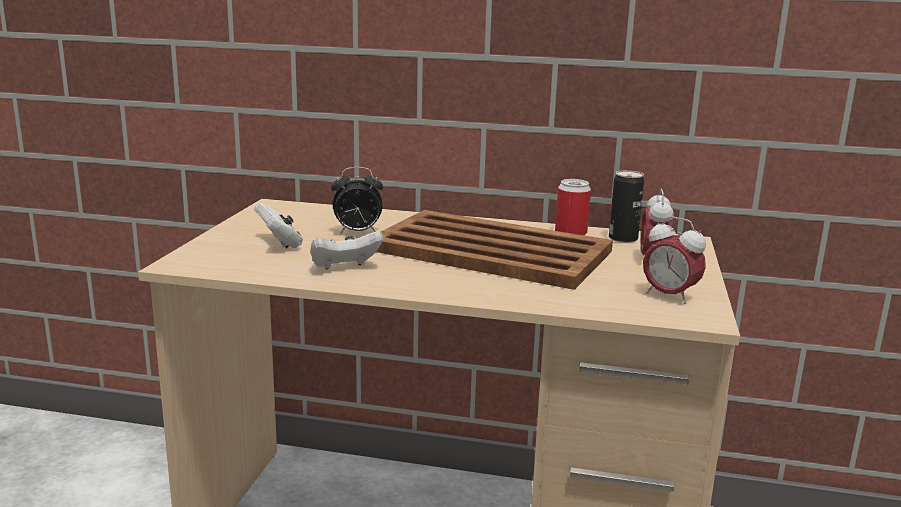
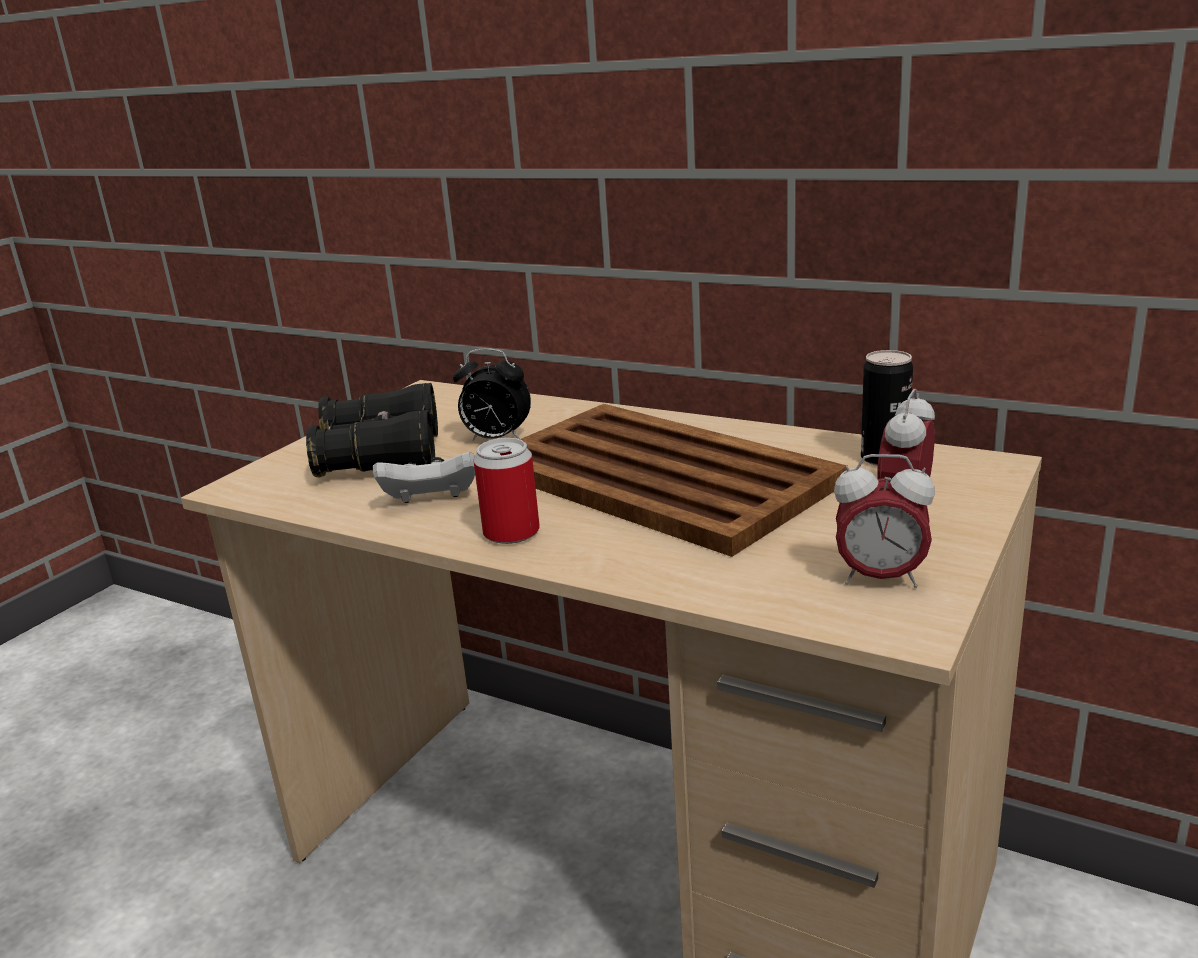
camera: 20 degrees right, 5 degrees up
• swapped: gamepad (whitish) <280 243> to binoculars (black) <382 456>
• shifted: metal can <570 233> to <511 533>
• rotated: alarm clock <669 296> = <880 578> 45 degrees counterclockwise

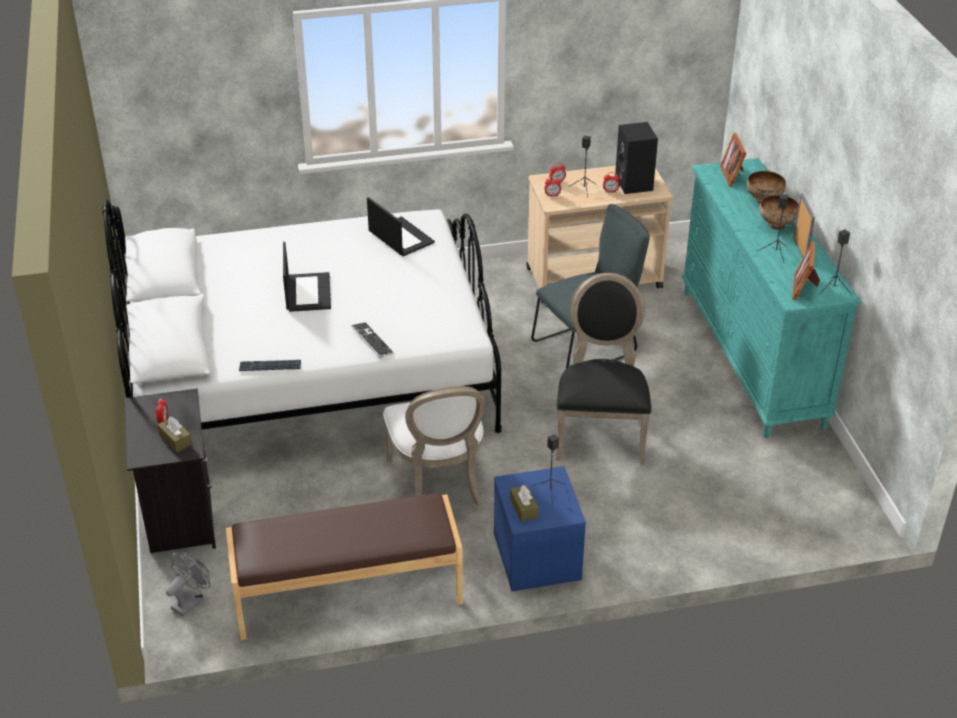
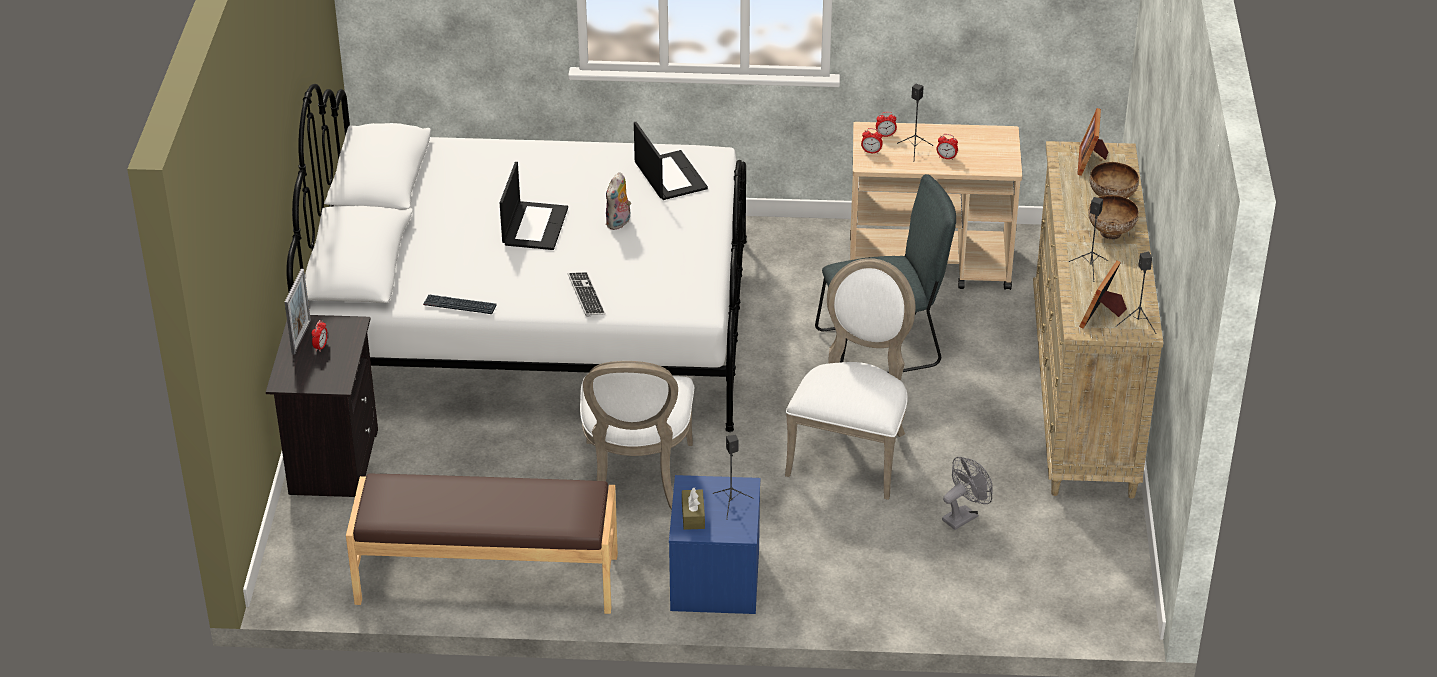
camera: 15 degrees right, 0 degrees up
• gone: box of tissues (brownish) <175 440>
• shifted: fan (grey) <191 601> to <964 516>
• repainted: plain chair (black) <600 431> to plain chair (whitish) <852 452>
• gone: audio speaker (black) <635 184>
• repainted: dresser (turquoise-coloured) <751 358> to dresser (beige-coloured) <1083 396>
• shifted: photo frame <800 250> to <301 337>
• new: soft toy <619 223>

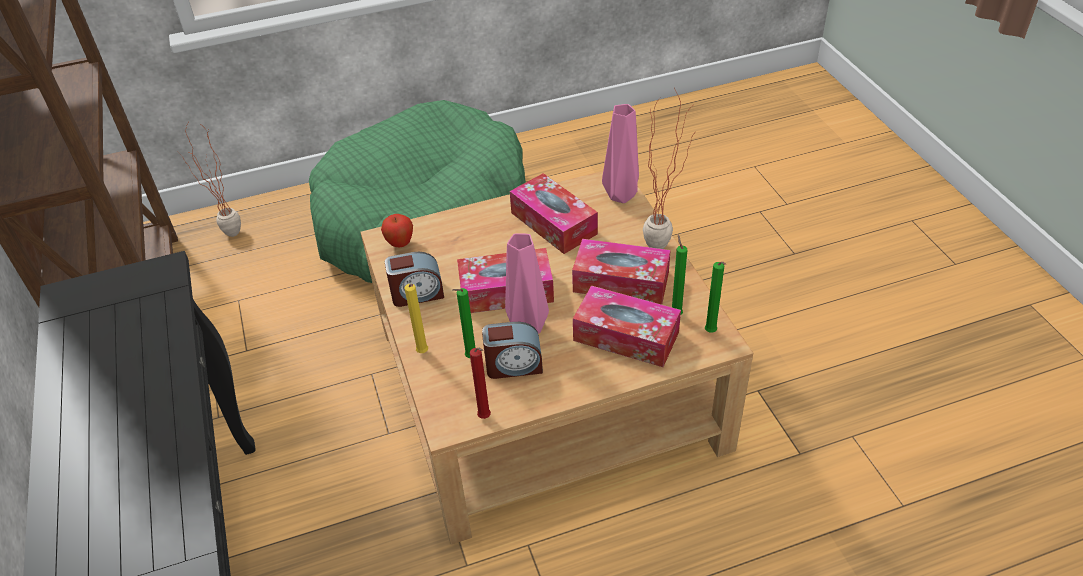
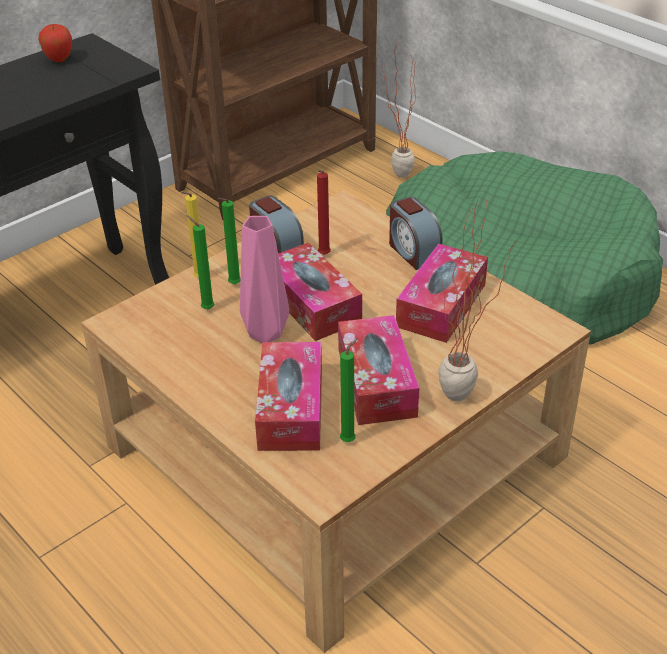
camera: 65 degrees right, 5 degrees down
• shifted: apple <400 244> to <59 60>
• shifted: candle (red) <486 418> to <323 256>
• shifted: alarm clock <514 365> to <413 251>
• gone: flower vase (pink-coloured) <620 197>
• shifted: candle (greenish) <711 333> to <233 285>

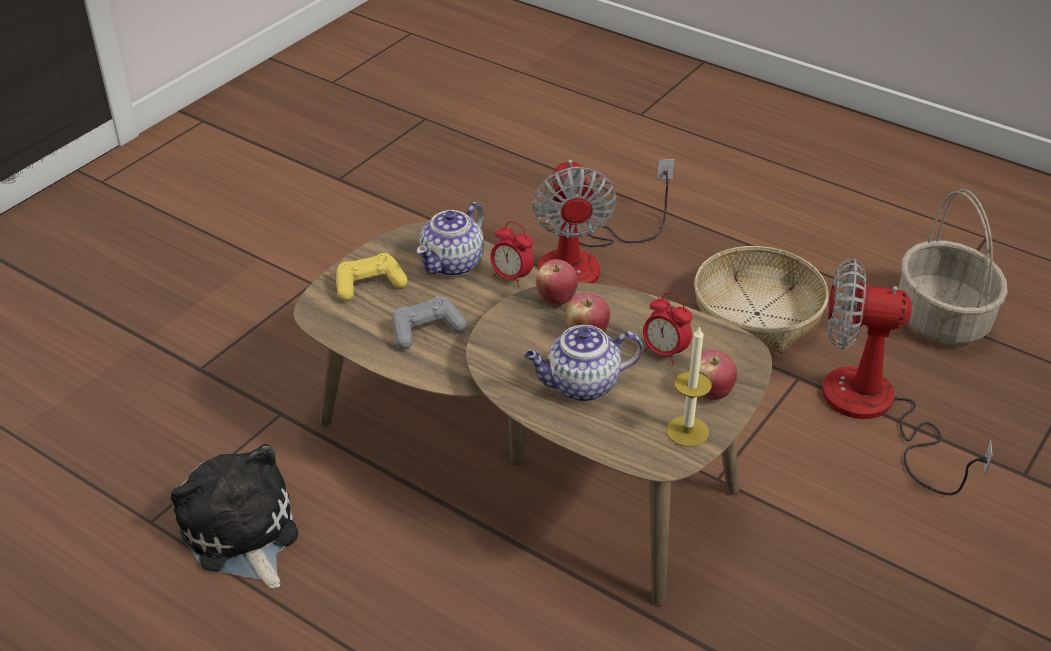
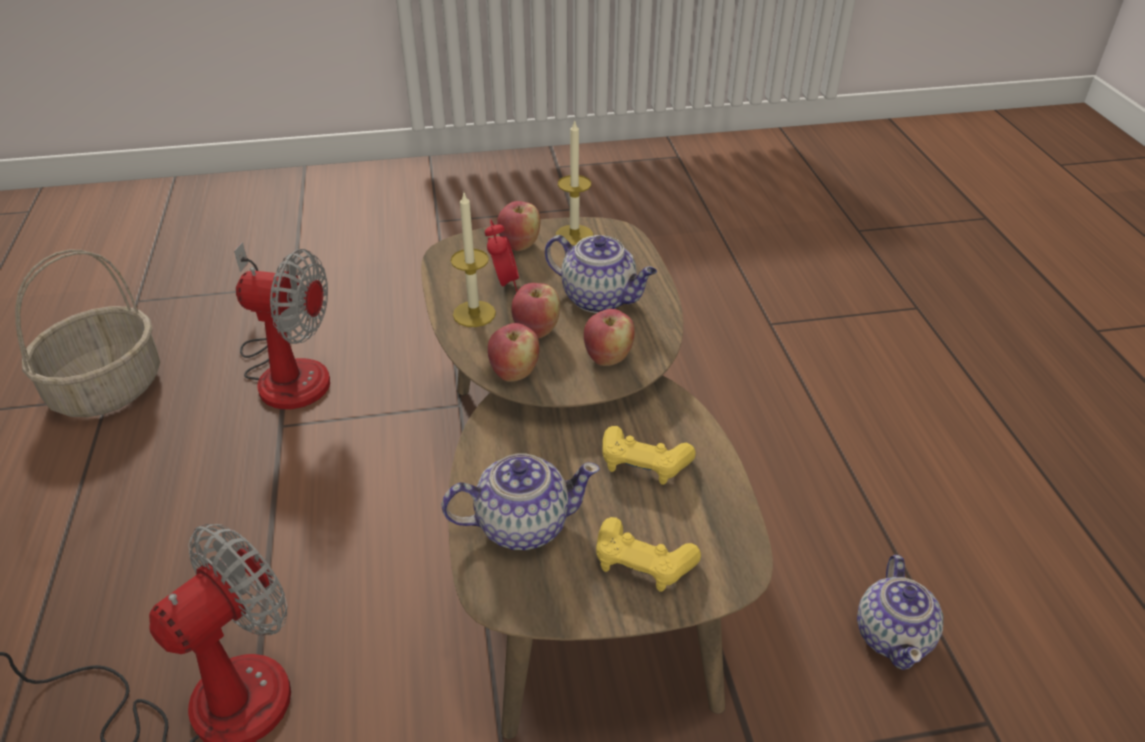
camera: 135 degrees left, 0 degrees up
• swapped: soft toy <241 535> to teapot <893 635>
• repainted: gamepad (grey) <426 330> to gamepad (yellowish) <643 464>
• gone: alarm clock <511 277>
• gone: basket <757 314>
• rotated: fan <875 412> = <288 369> 45 degrees counterclockwise
• new: candle <474 314>
• new: apple <608 357>

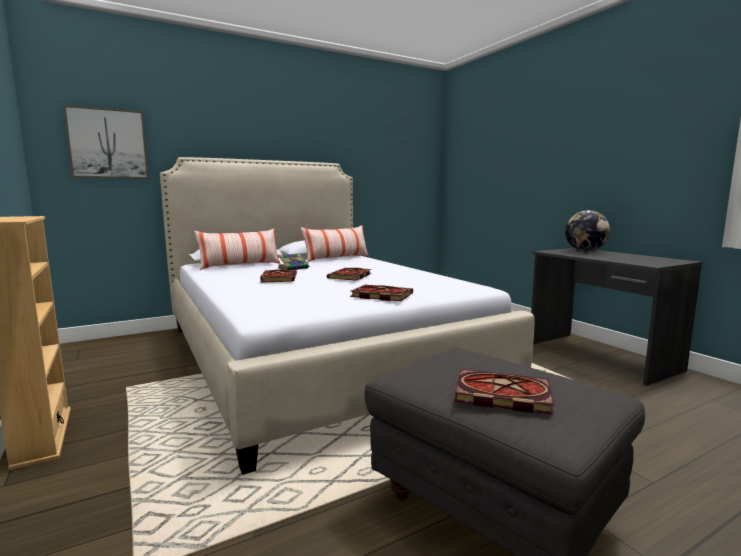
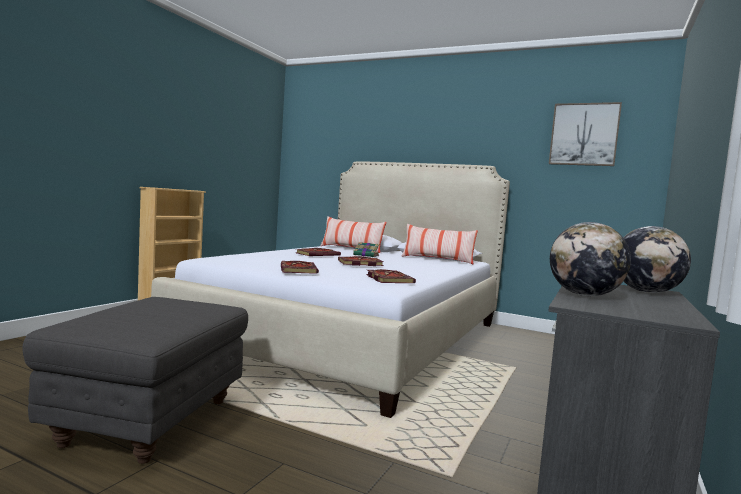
camera: 55 degrees right, 5 degrees down
• shifted: picture <108 144> to <584 134>
• shifted: volume <500 395> to <388 279>
• new: world globe <584 295>

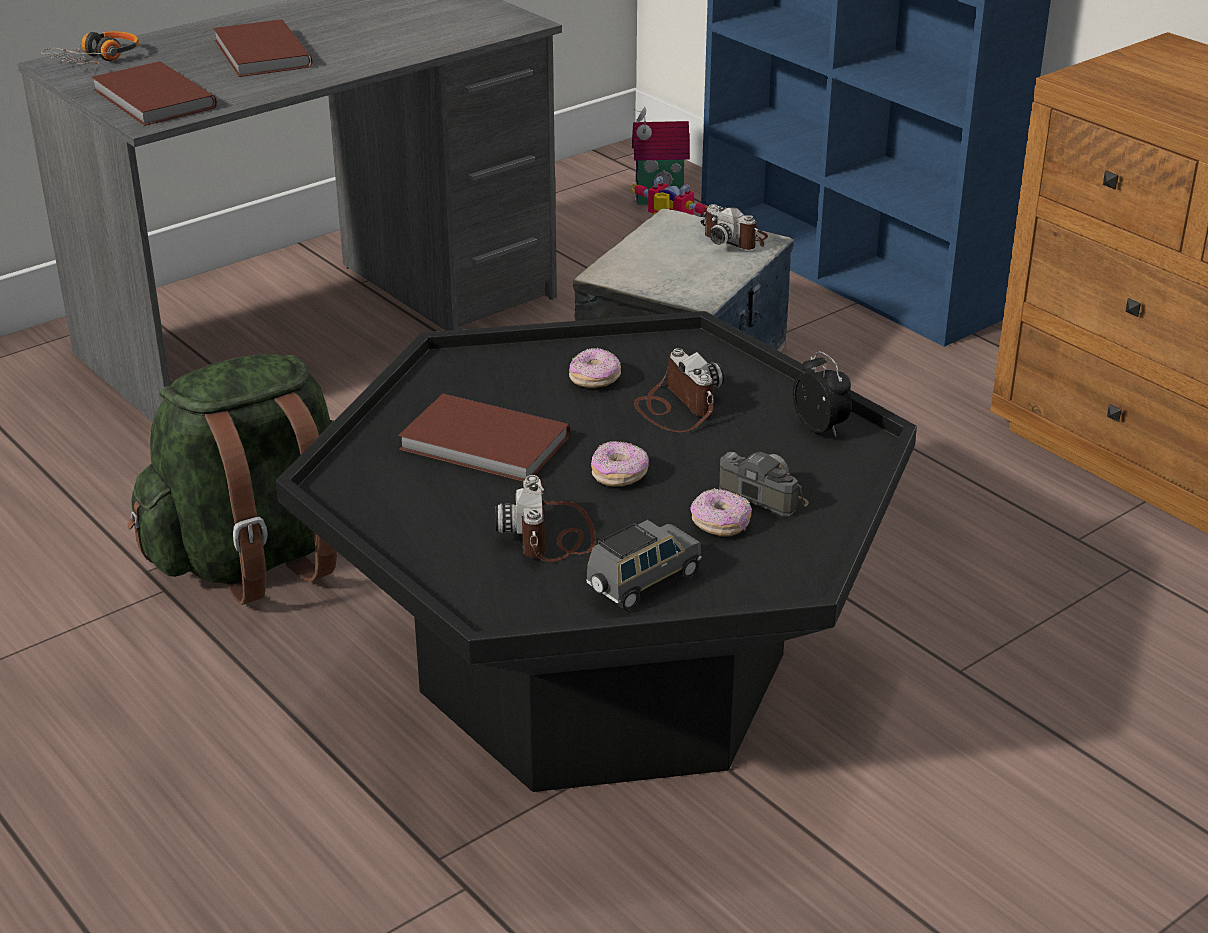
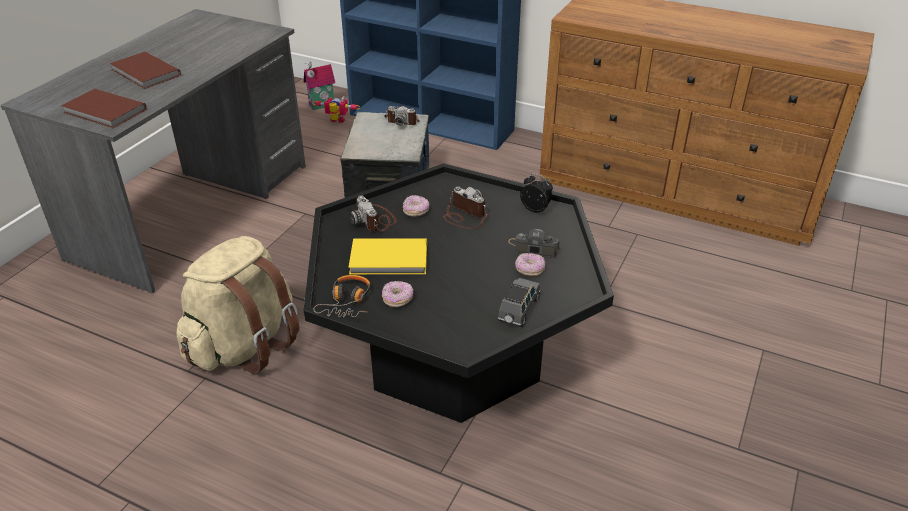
camera: 25 degrees left, 5 degrees up
• shifted: headphones <97 59> to <347 302>
• repainted: rucksack (greenish) <259 558> to rucksack (beige-coloured) <244 345>
• repainted: volume (brownish) <485 445> to volume (yellowish) <390 260>
• shifted: photo camera <552 535> to <375 220>
• shifted: doughnut <619 476> to <397 299>

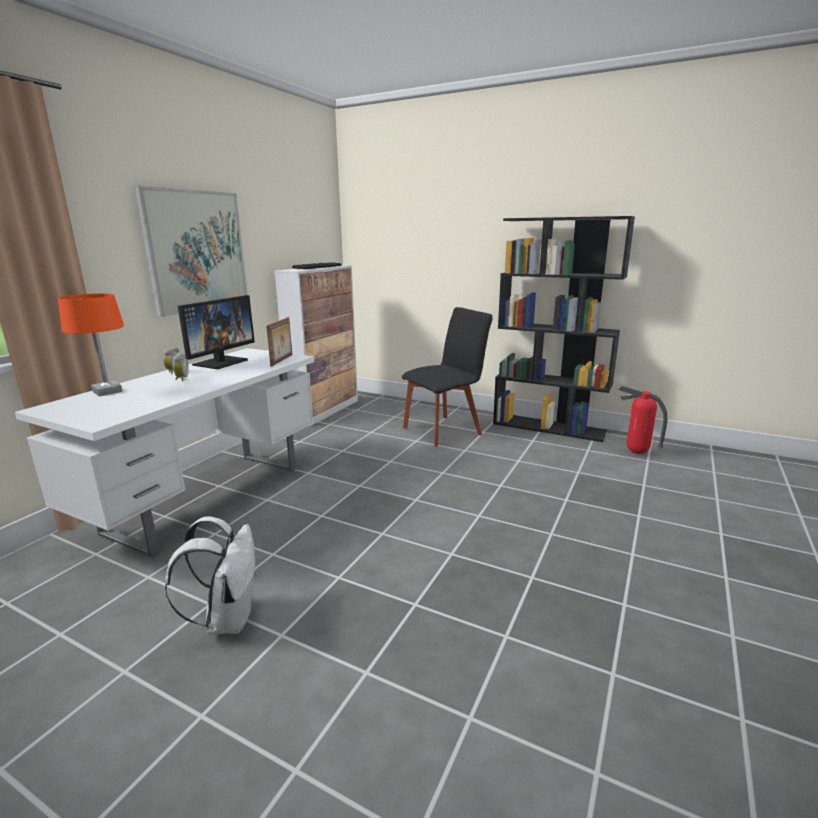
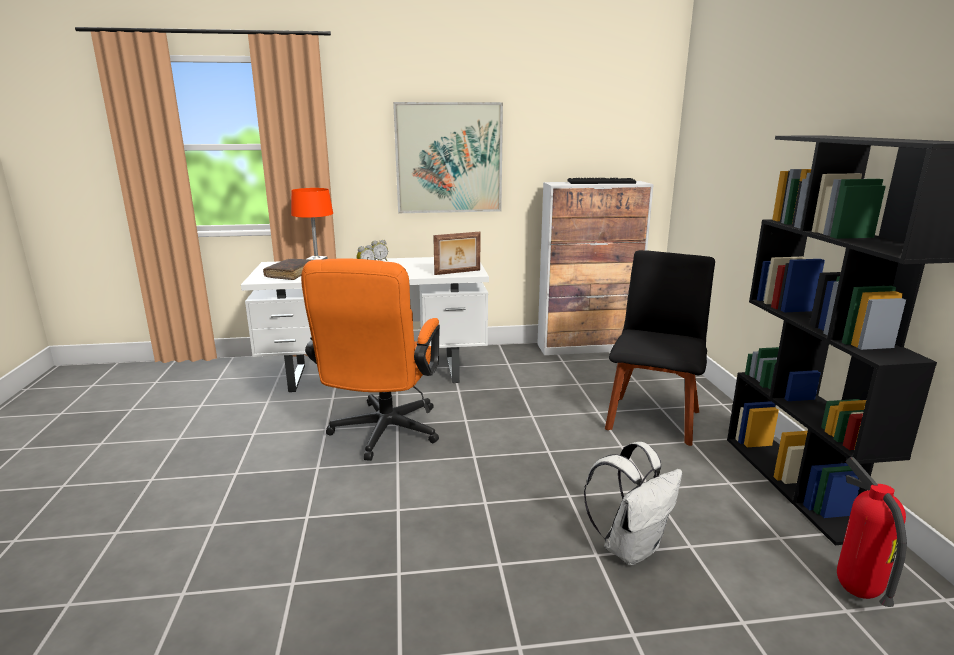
camera: 55 degrees right, 0 degrees up
• shifted: rucksack (whitish) <228 618> to <631 547>
• gone: monitor <221 362>
• rotated: plain chair (black) <445 430> = <652 417> 90 degrees counterclockwise
• new: volume (brownish) <290 274>
• new: desk chair (orange) <382 435>

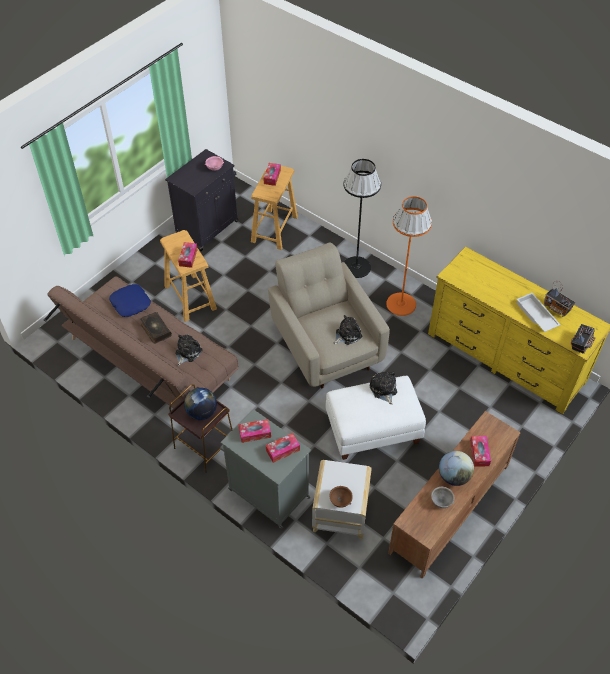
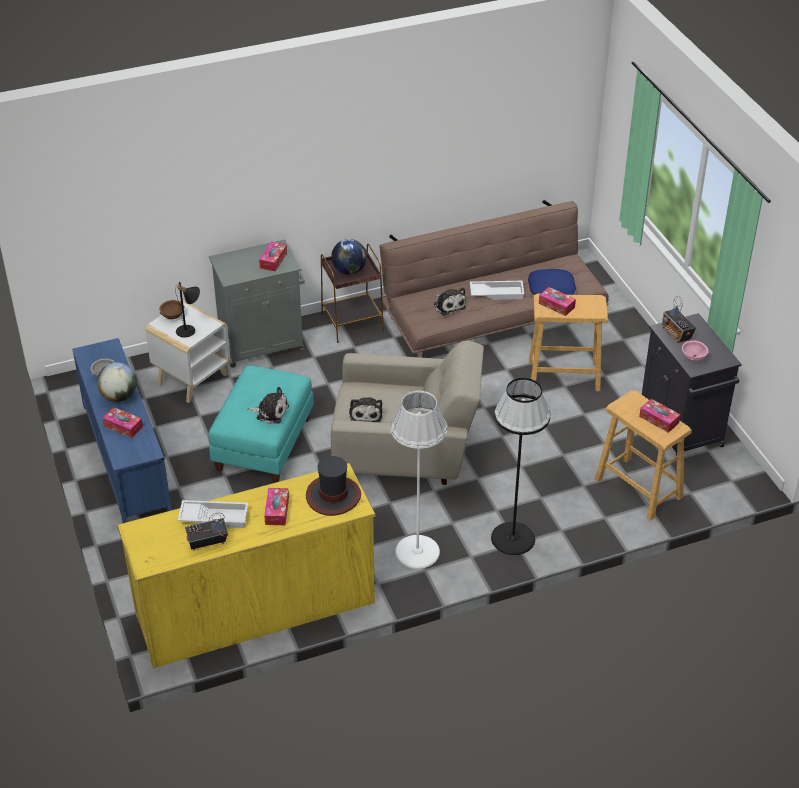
camera: 120 degrees right, 10 degrees down
• swapped: volume <155 330> to tray (whitish) <497 293>
• shifted: box of tissues <283 450> to <277 511>
• repainted: footrest (whitish) <372 430> to footrest (turquoise-coloured) <263 443>
• repainted: standard lamp (orange) <401 304> to standard lamp (whitish) <417 552>
• repainted: tv stand (brownish) <449 508> to tv stand (bluish) <125 457>
• shifted: radio <580 344> to <676 334>
• new: table lamp (black) <189 331>
• new: hat <333 496>

